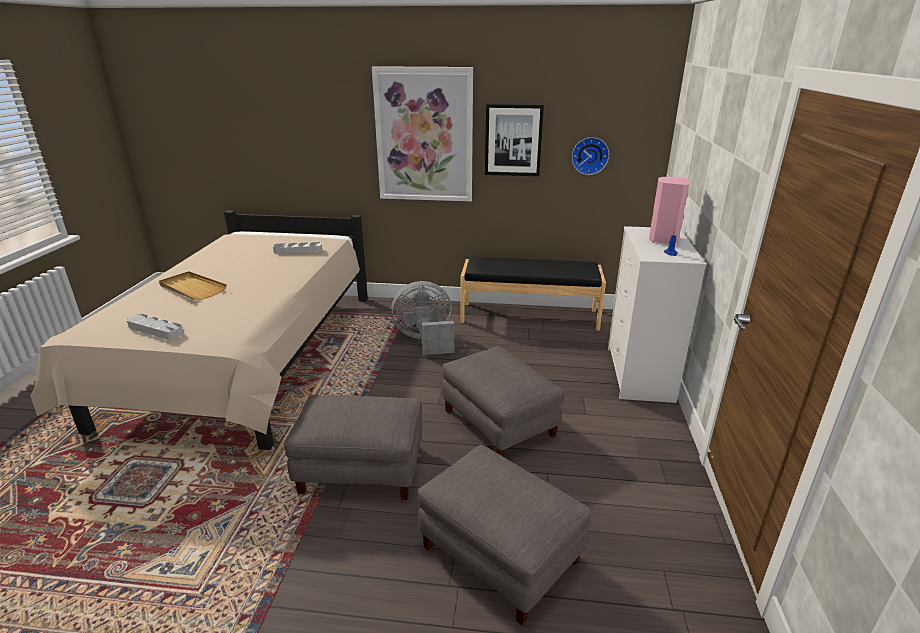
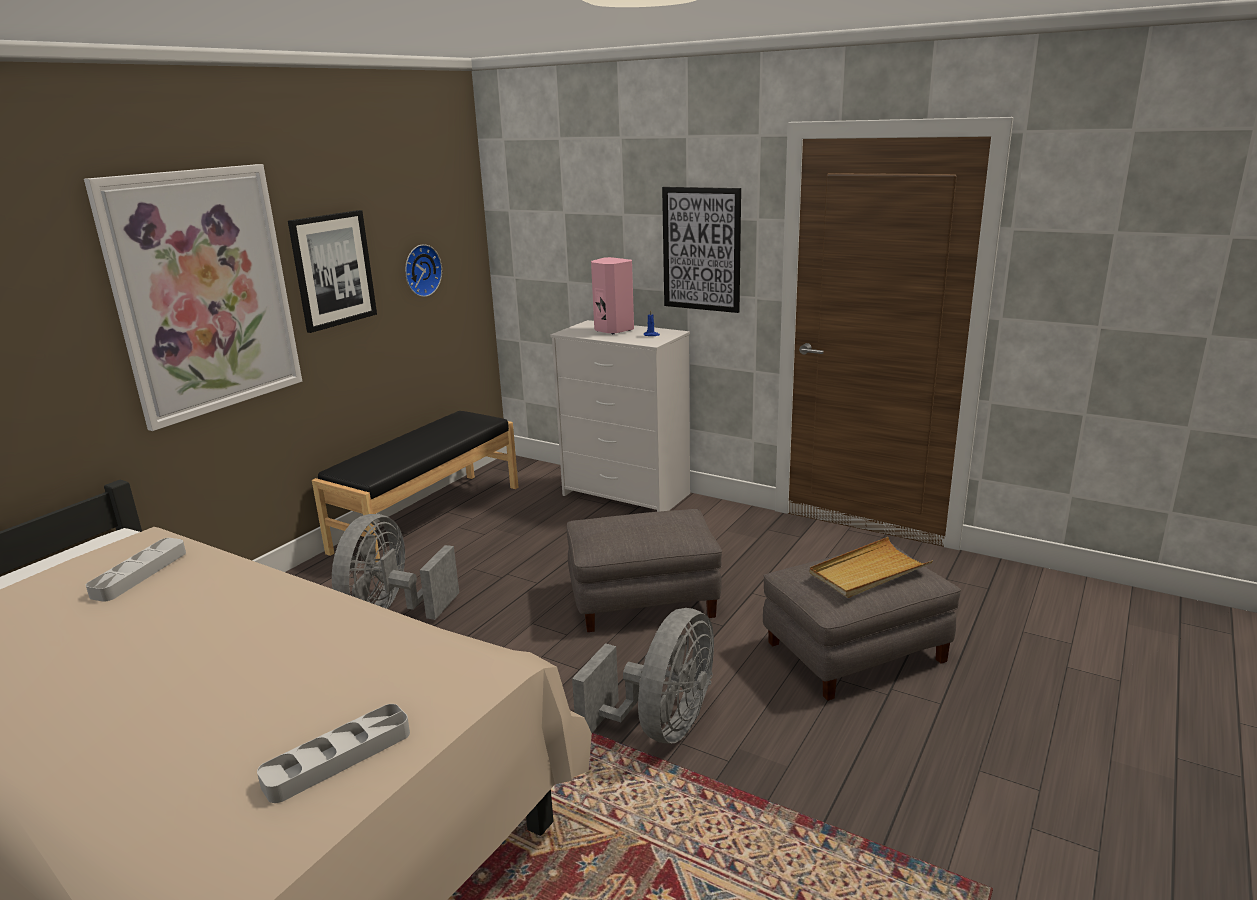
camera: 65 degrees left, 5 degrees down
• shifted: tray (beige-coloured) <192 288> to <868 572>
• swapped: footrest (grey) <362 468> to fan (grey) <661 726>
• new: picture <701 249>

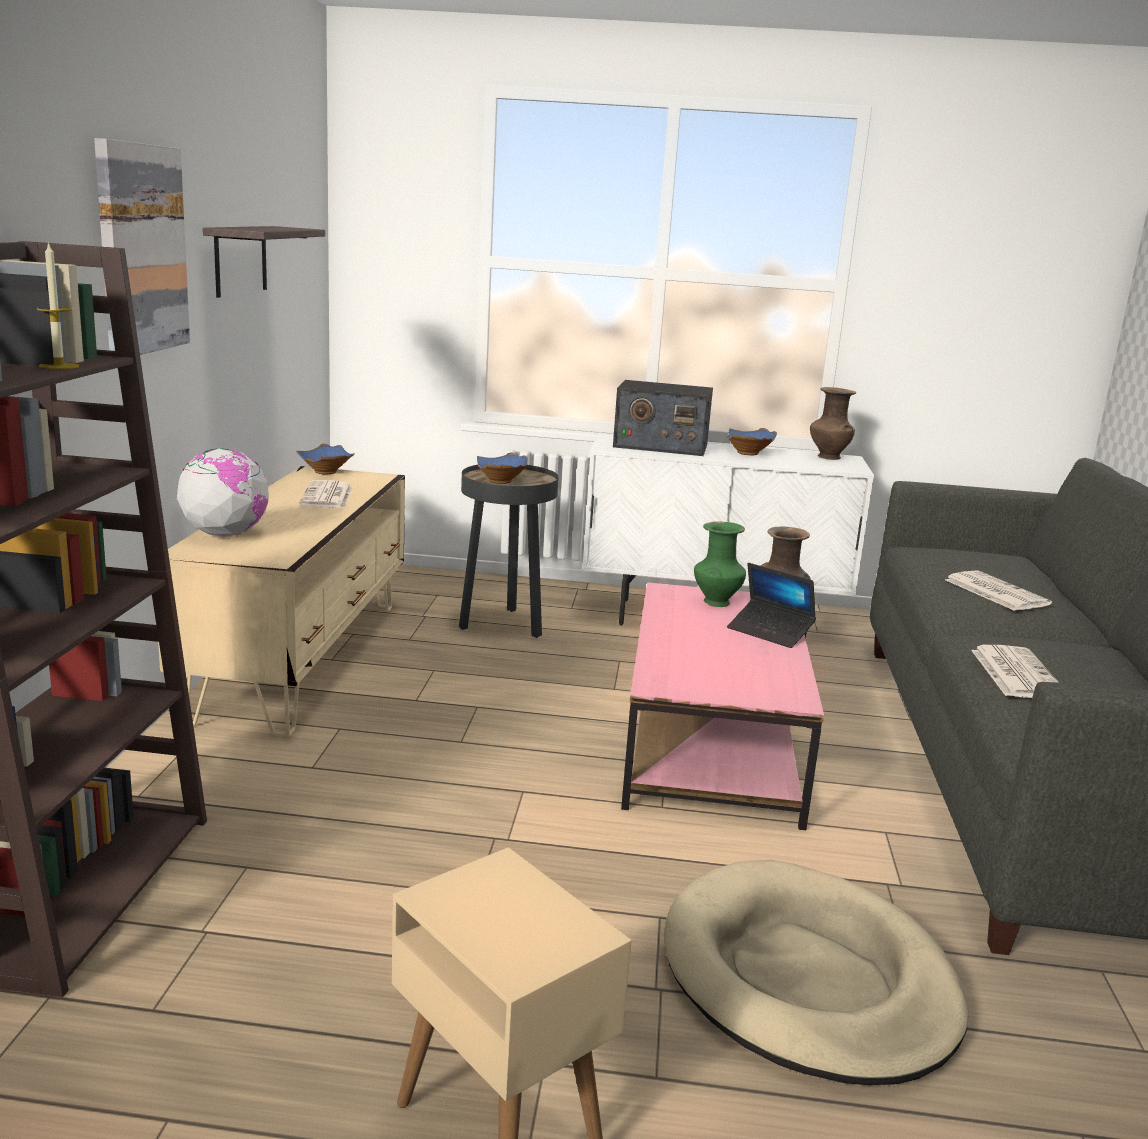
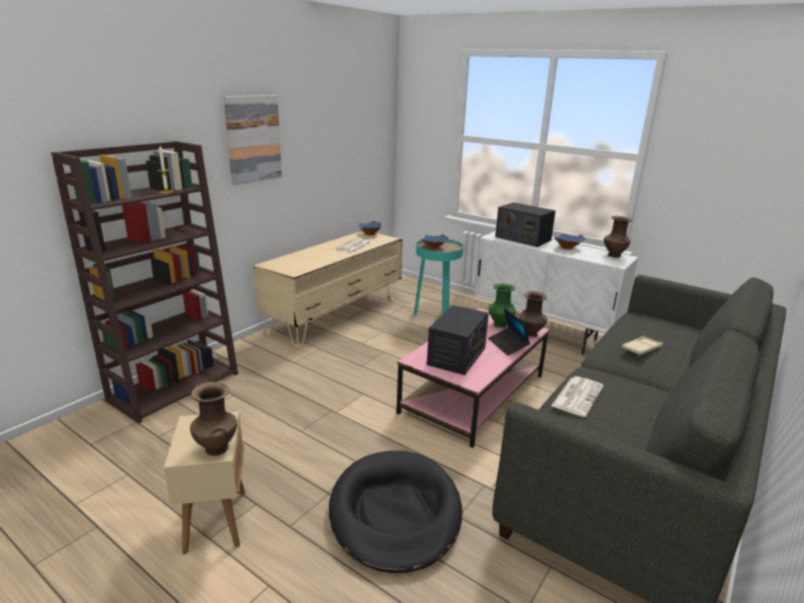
camera: 30 degrees right, 5 degrees up
• gone: world globe <225 534>
• gone: shelf <240 260>
• repainted: accent table (black) <503 625> to accent table (turquoise-coloured) <435 316>
• repainted: dog cushion (beige-coloured) <807 979> to dog cushion (black) <395 513>
• swapped: newspaper <994 592> to tray (beige-coloured) <641 349>
• new: flower vase (brownish) <216 448>
• new: radio <456 356>

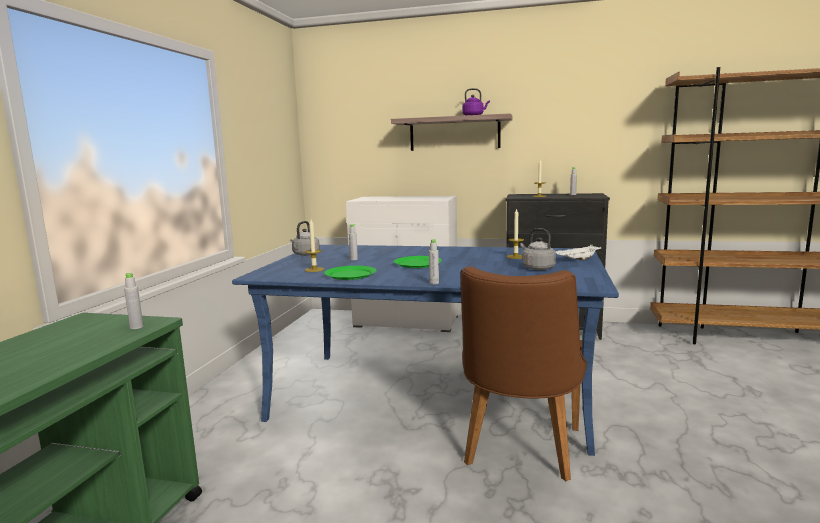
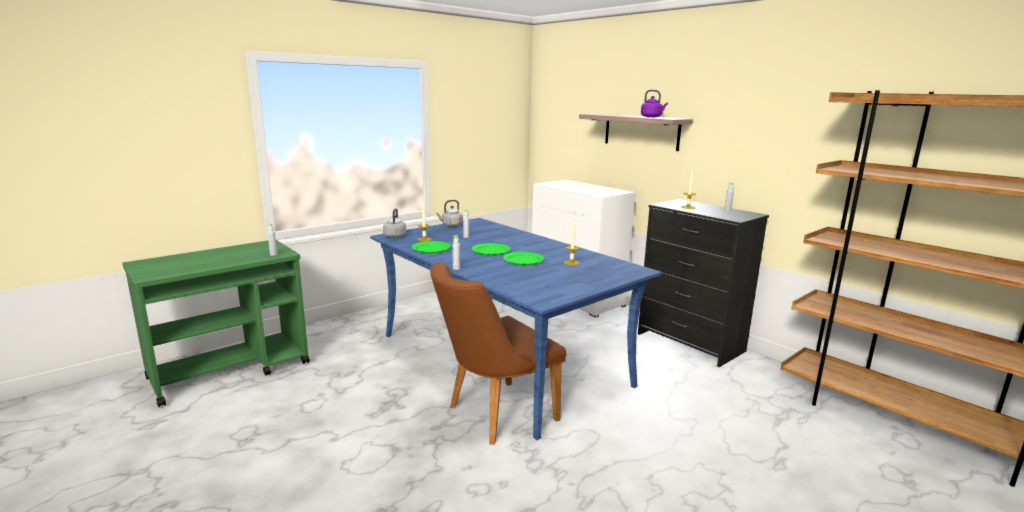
camera: 35 degrees right, 5 degrees up
• shifted: water kettle (grey) <536 268> to <395 236>
• gone: tray (whitish) <578 260>
• new: dinner plate (greenish) <523 260>

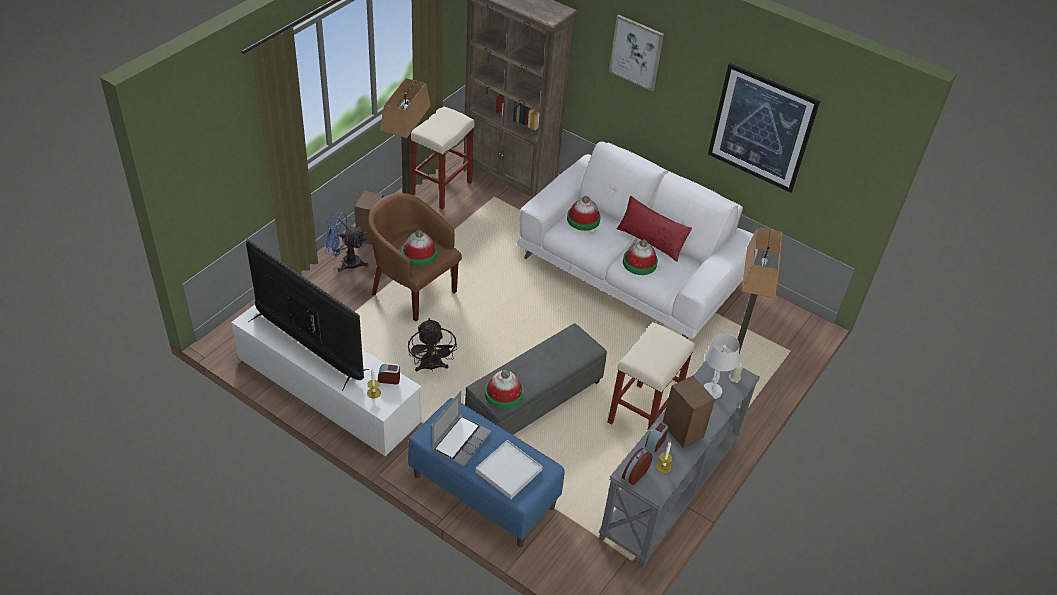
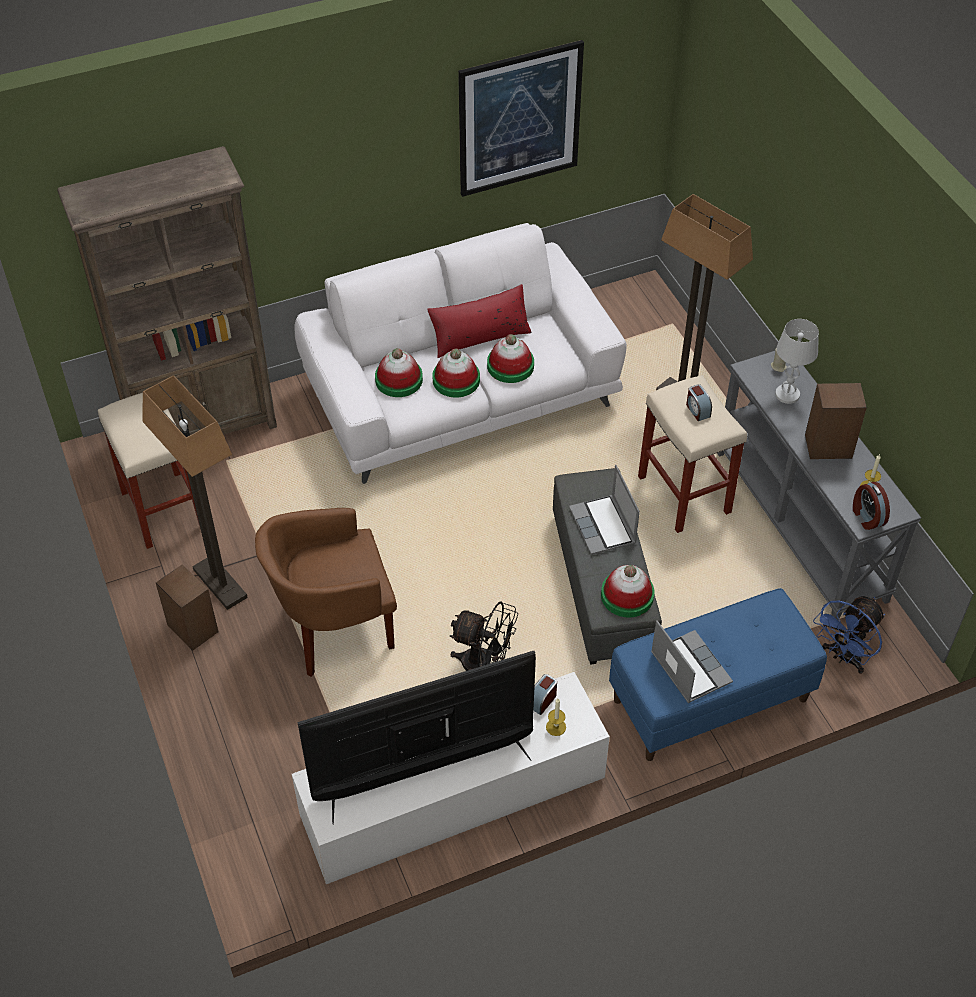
camera: 55 degrees left, 5 degrees up
• shifted: fan (bluish) <346 262> to <844 657>
• shifted: hat <419 254> to <456 380>
• gone: tray (whitish) <508 471>
• gone: picture <636 52>
• shifted: alarm clock <655 442> to <697 410>
• new: portable computer <604 526>

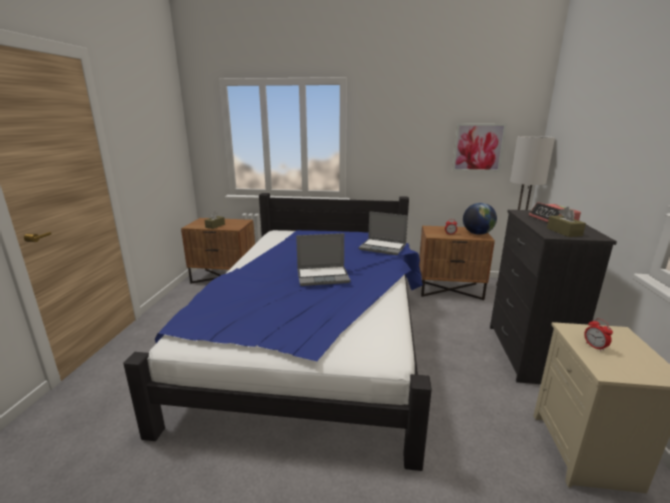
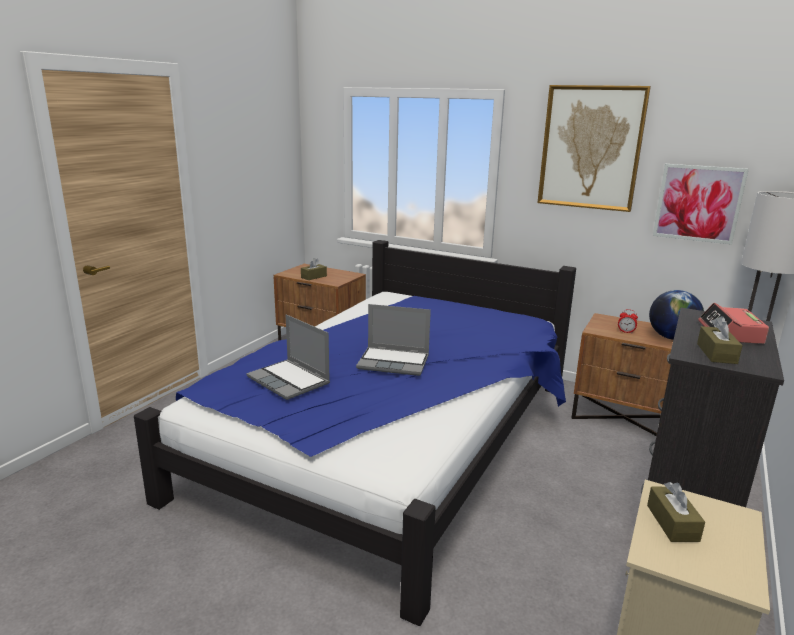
camera: 20 degrees right, 0 degrees up
• shifted: portable computer <383 247> to <290 381>
• swapped: alarm clock <594 347> to box of tissues (brownish) <672 523>
• new: picture <591 148>

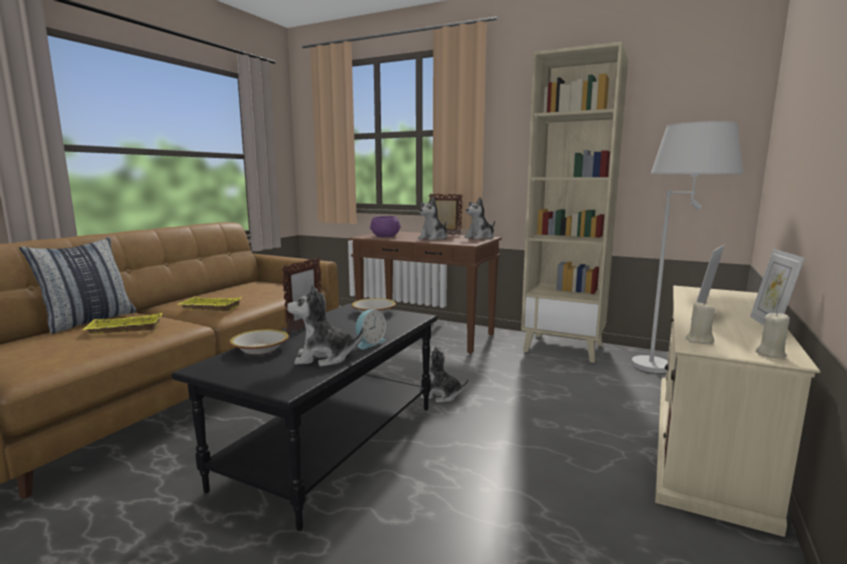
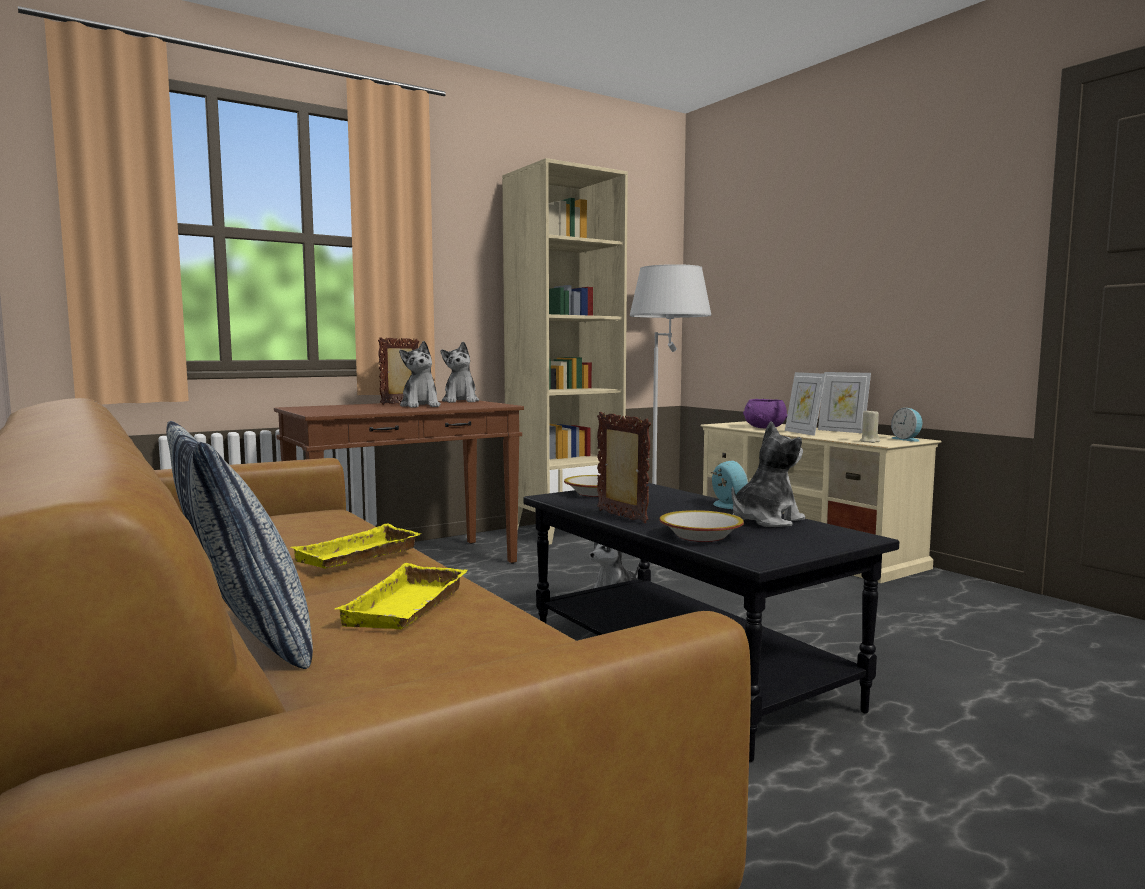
camera: 60 degrees left, 5 degrees down
• rotated: soft toy <324 358> = <765 520> 150 degrees counterclockwise
• shifted: deep dish (purple-coloured) <385 236> to <764 427>
• swapped: candle (beige-coloured) <770 354> to alarm clock <907 439>

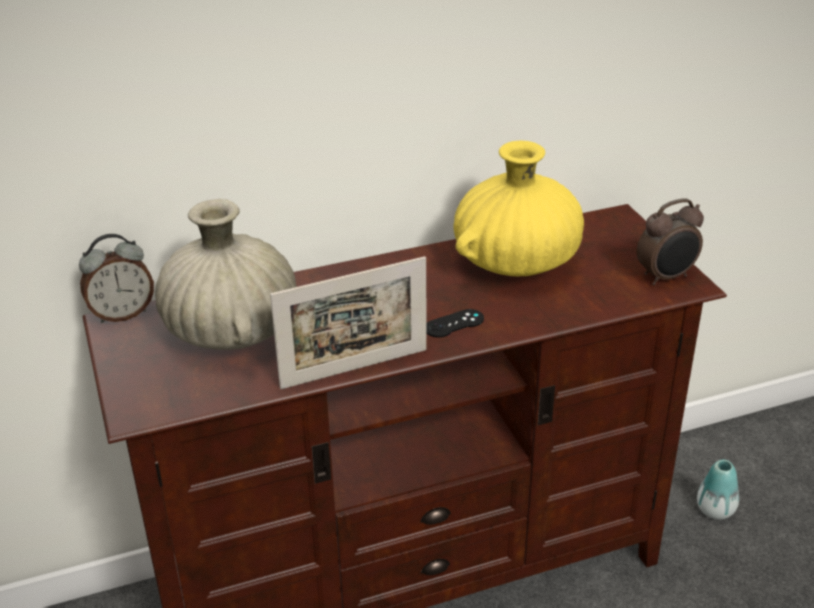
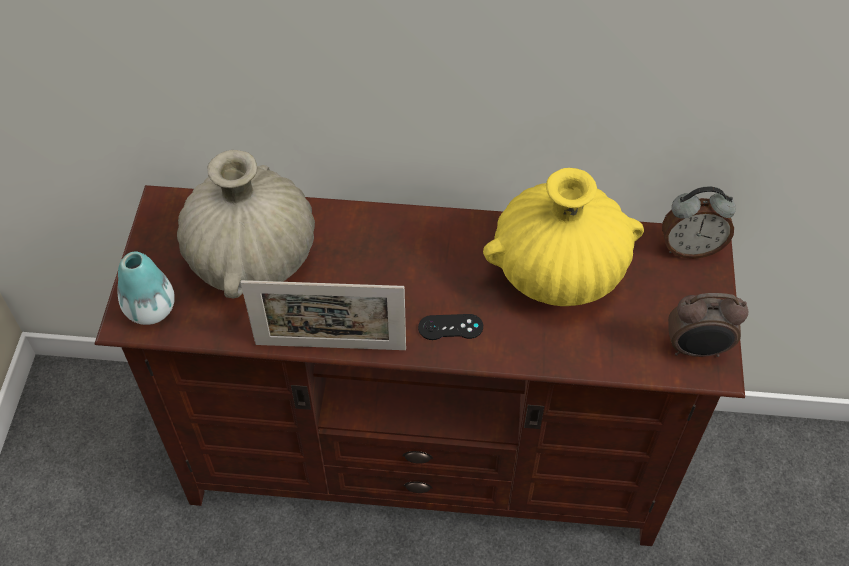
camera: 25 degrees right, 20 degrees up
• shifted: alarm clock <122 314> to <690 248>
• shifted: flower vase <715 510> to <151 309>

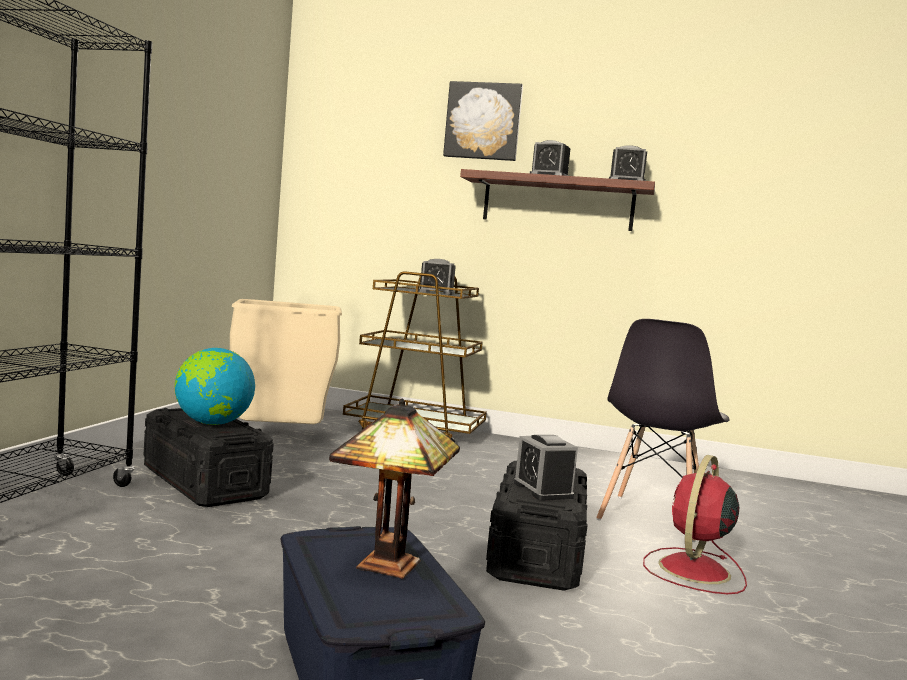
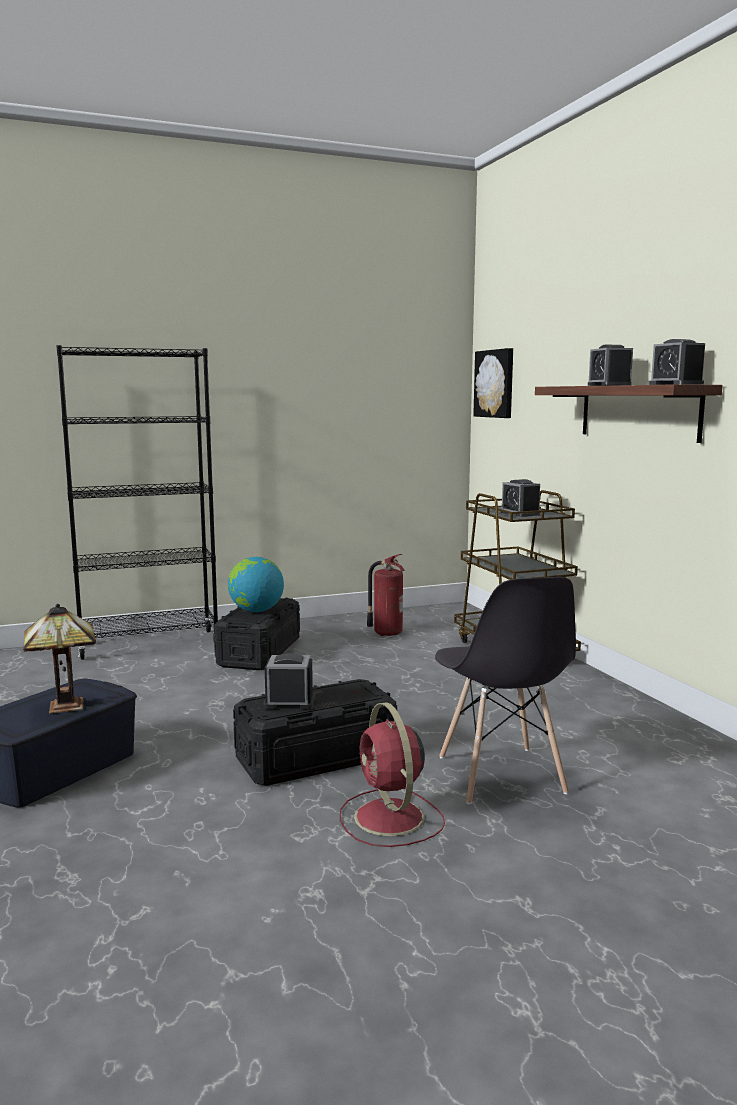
camera: 55 degrees right, 5 degrees up
• swapped: waste bin (beige-coloured) <279 438> to fire-fighting cylinder <386 633>
• shifted: picture <483 121> to <495 383>
• rotated: alarm clock <543 490> = <289 702> 60 degrees clockwise
• rotated: plain chair (grey) <652 518> = <501 775> 90 degrees counterclockwise
• rotated: fan (red) <693 571> = <390 819> 105 degrees counterclockwise

